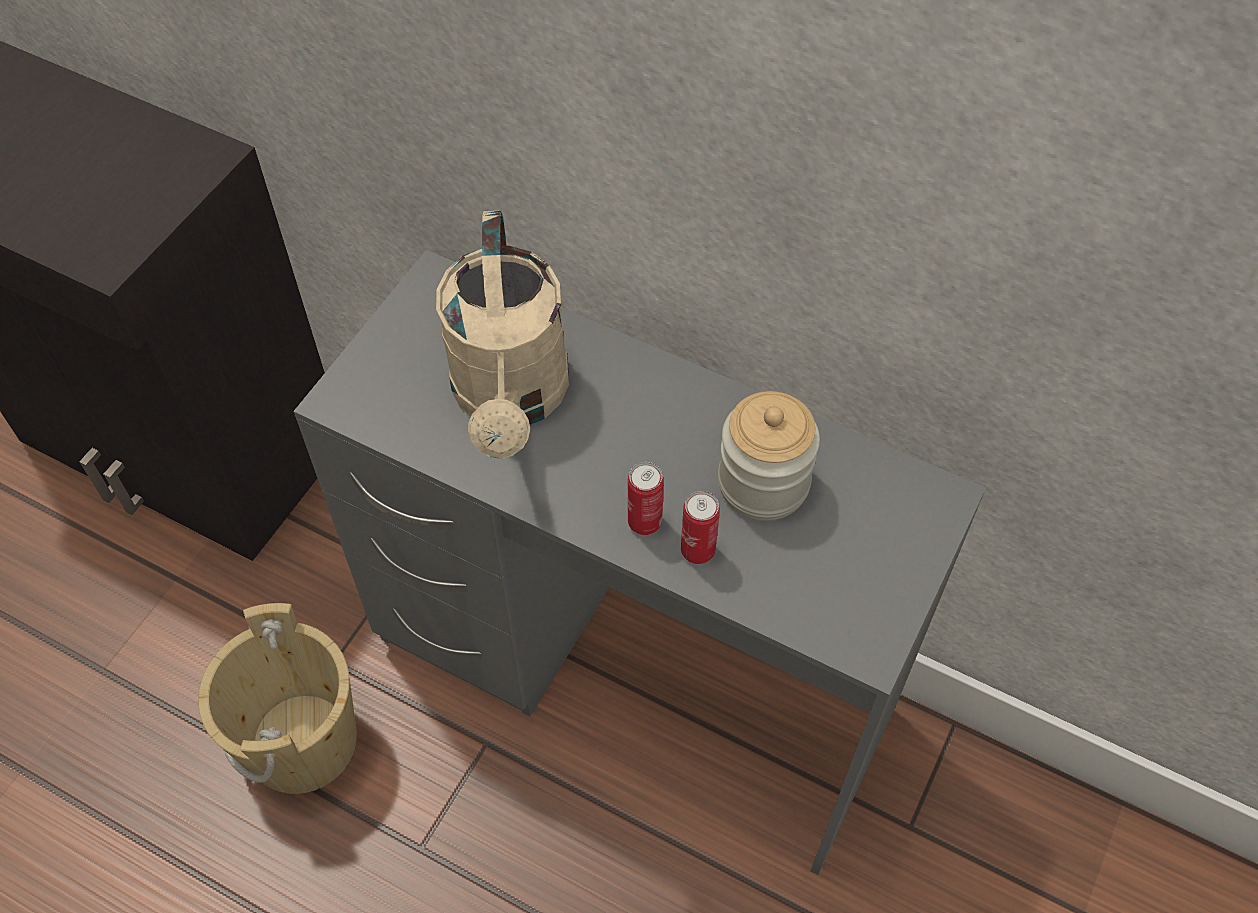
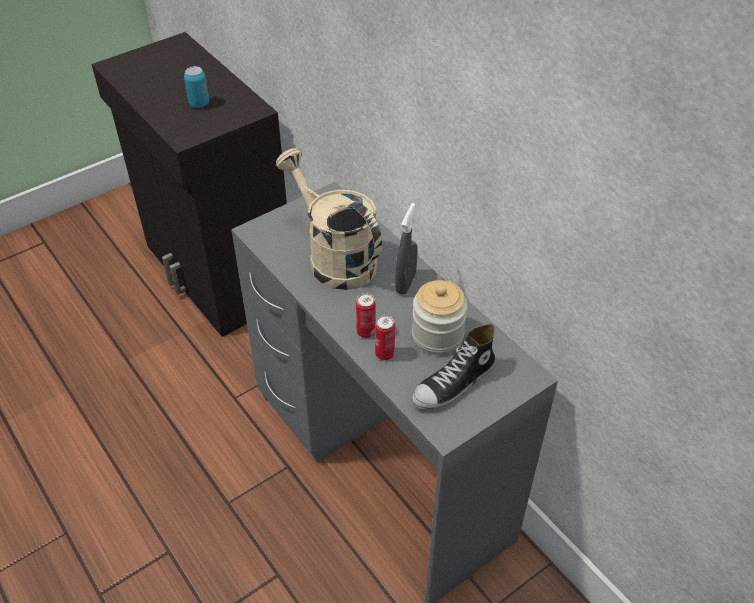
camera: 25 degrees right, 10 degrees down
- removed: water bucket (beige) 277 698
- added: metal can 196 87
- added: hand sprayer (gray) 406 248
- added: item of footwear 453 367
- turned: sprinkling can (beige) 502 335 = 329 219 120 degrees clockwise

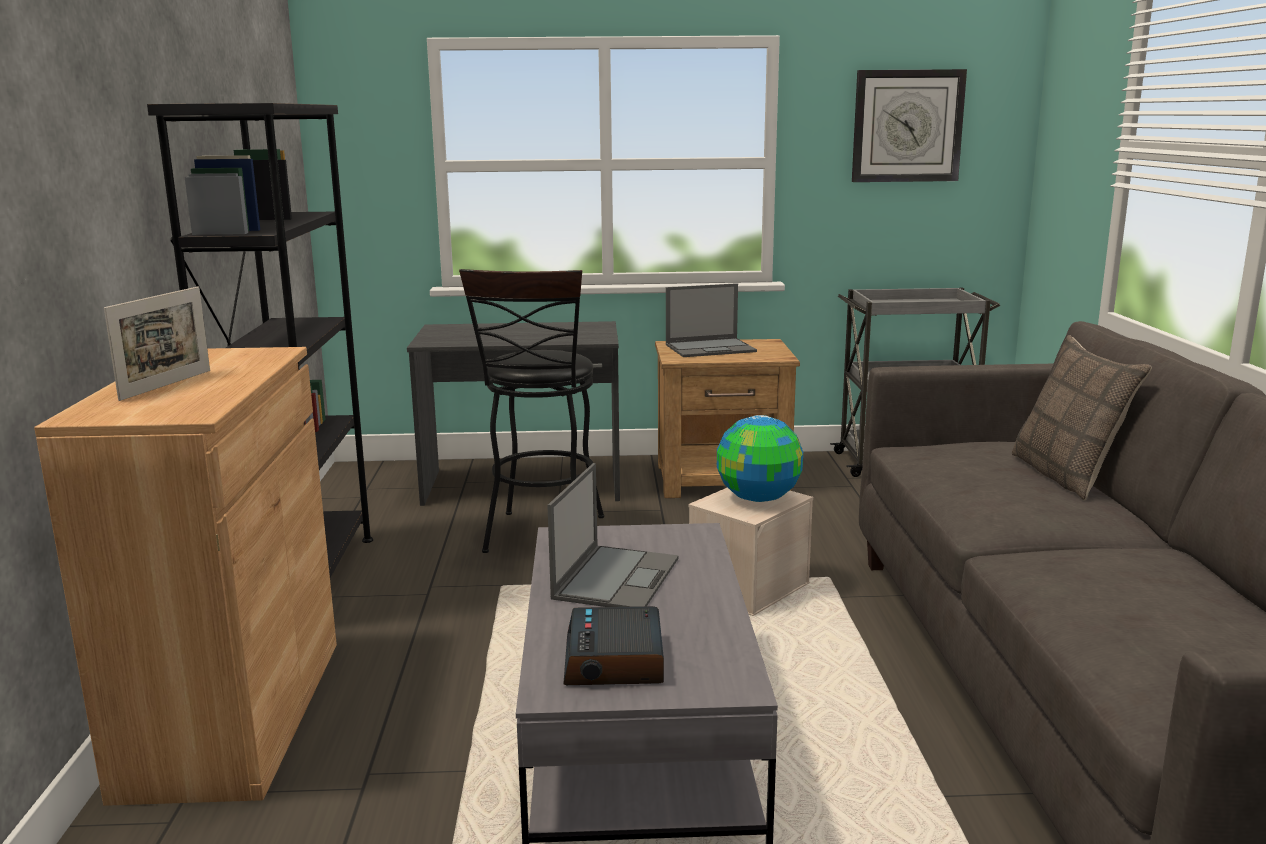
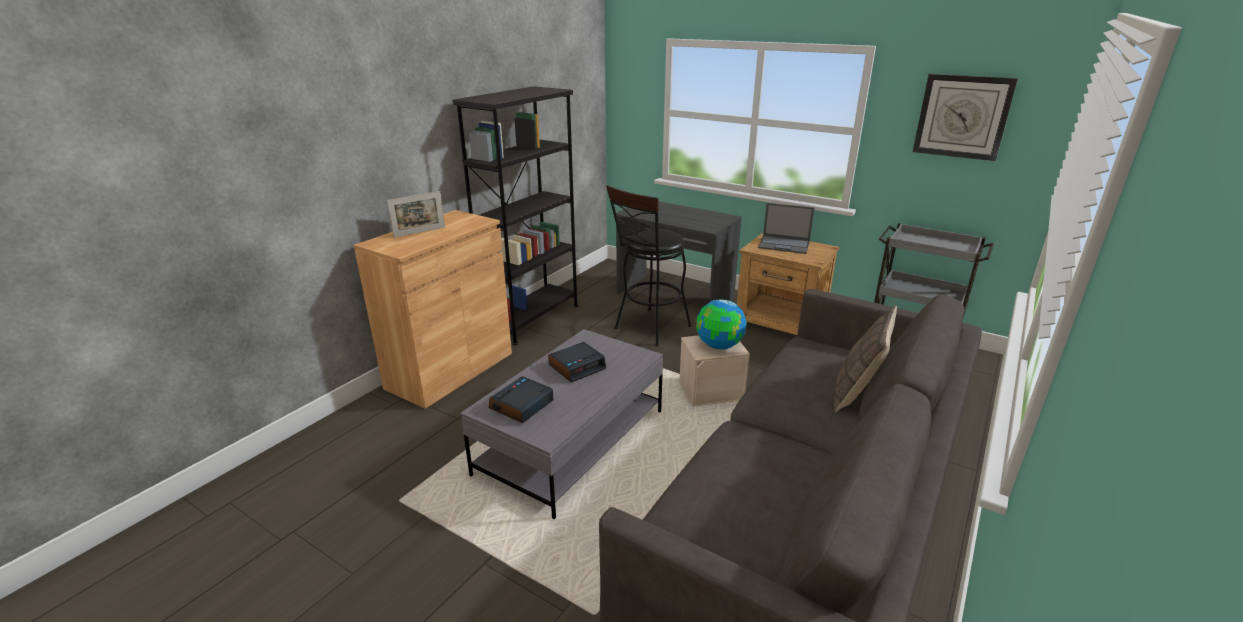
camera: 35 degrees right, 10 degrees up
- replaced: laptop 612 535 to table clock 577 362

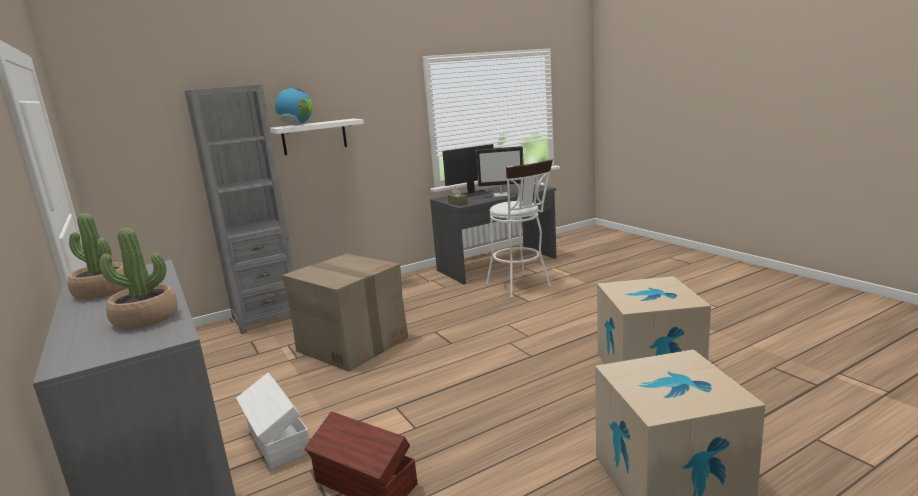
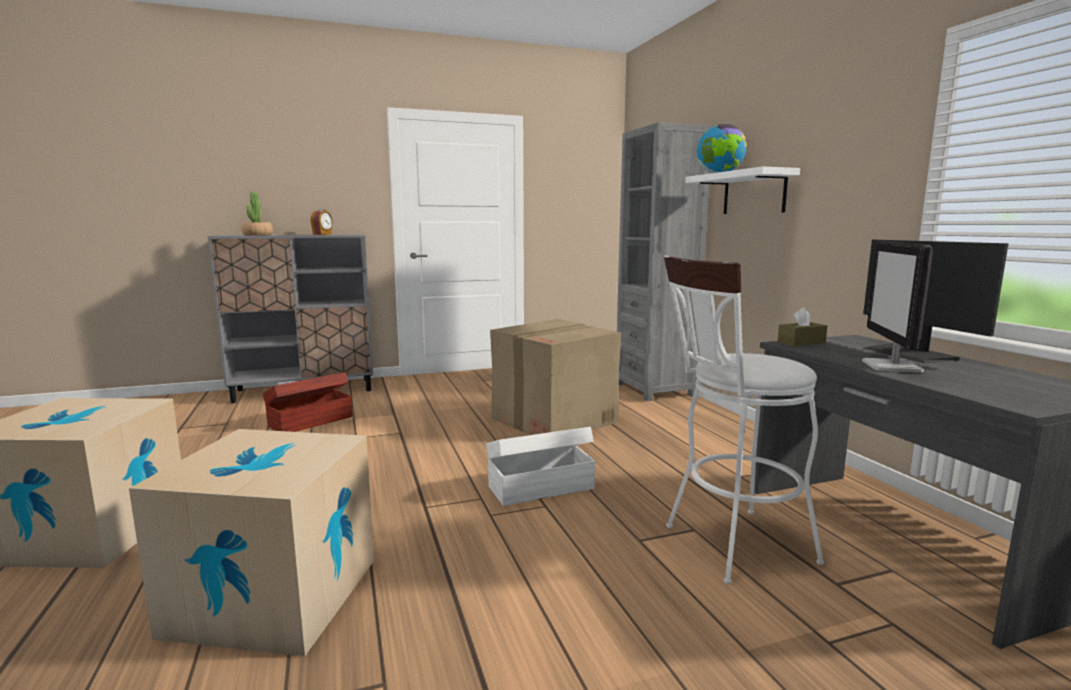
camera: 100 degrees right, 5 degrees down
- moved: storage bin (whitish) 272 421 to 540 466
- replaced: potted plant 97 256 to table clock 321 222

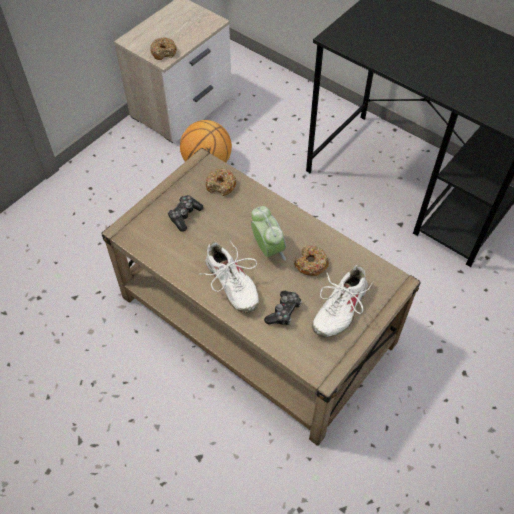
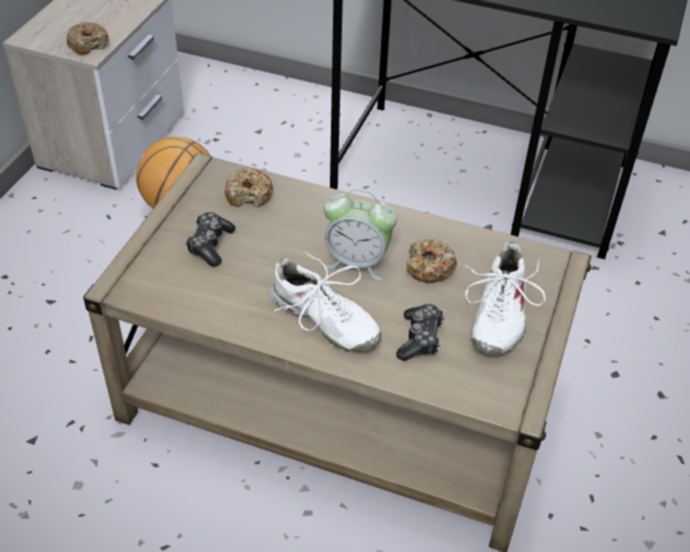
camera: 20 degrees left, 10 degrees down
- turned: table clock 268 233 = 361 234 150 degrees clockwise

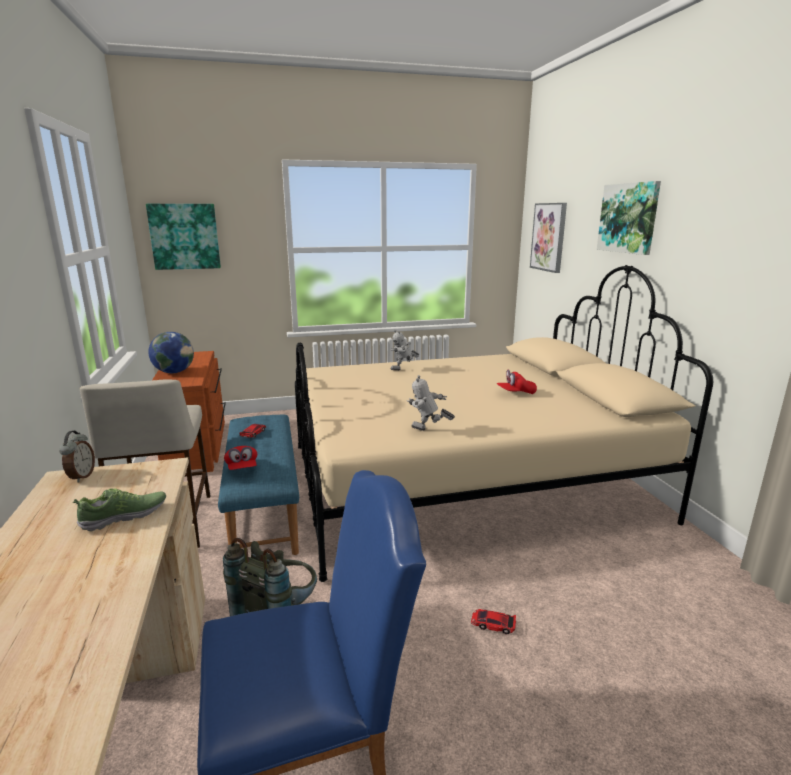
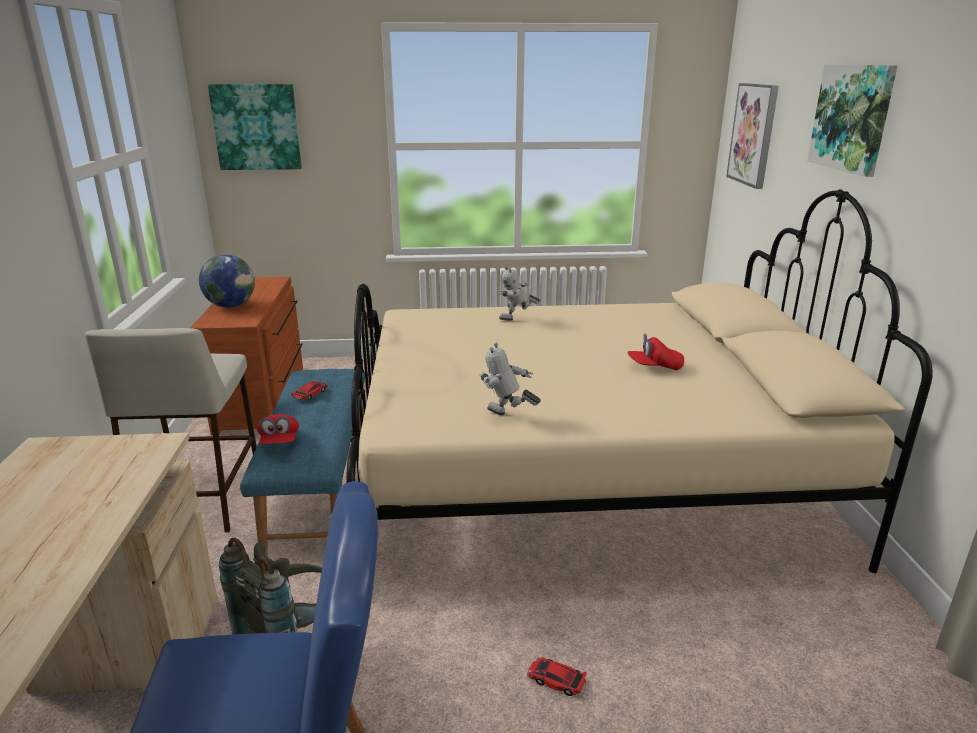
camera: 10 degrees right, 5 degrees up
- removed: table clock 77 457
- removed: item of footwear 119 509

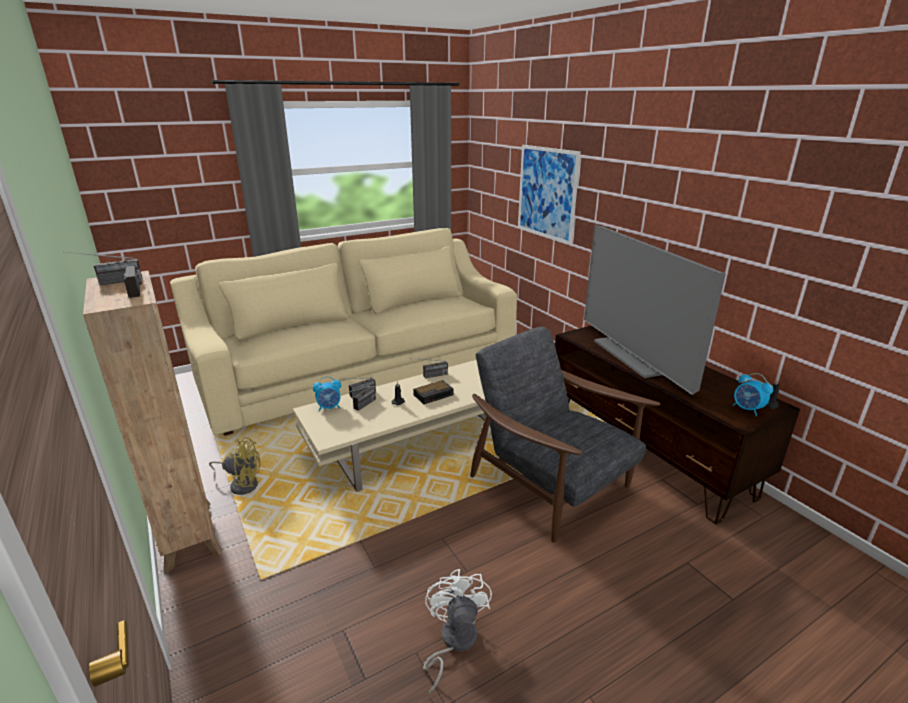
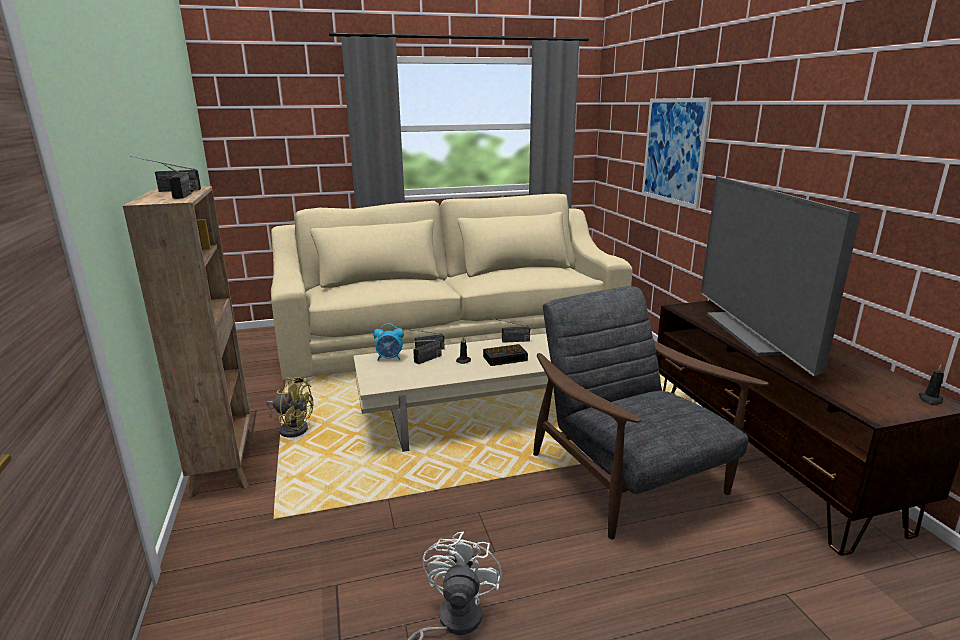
camera: 15 degrees right, 5 degrees down
- removed: table clock 752 394

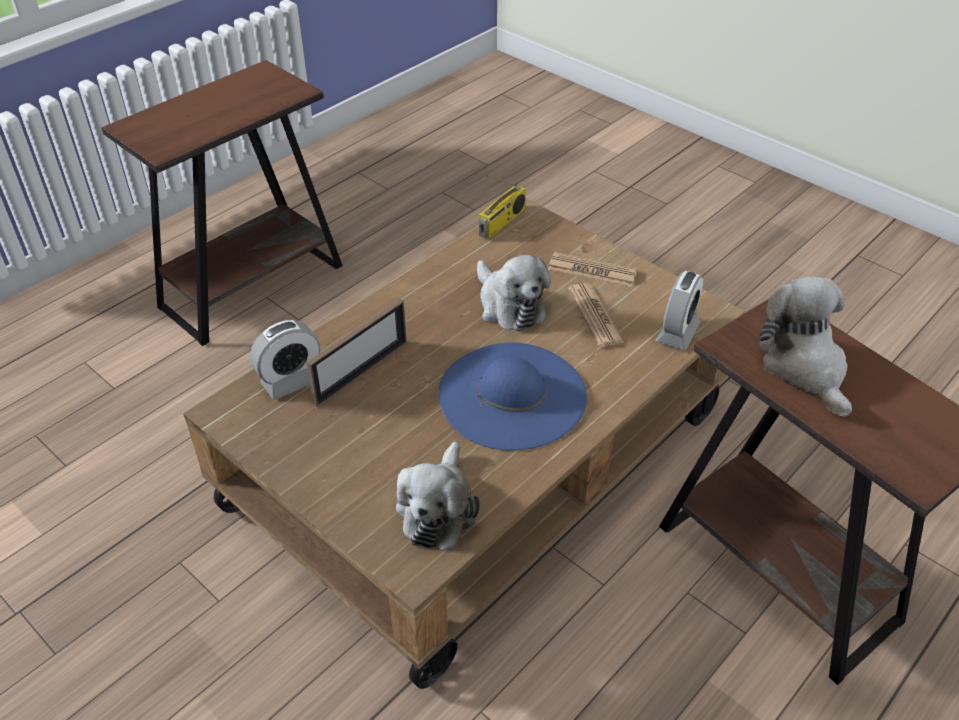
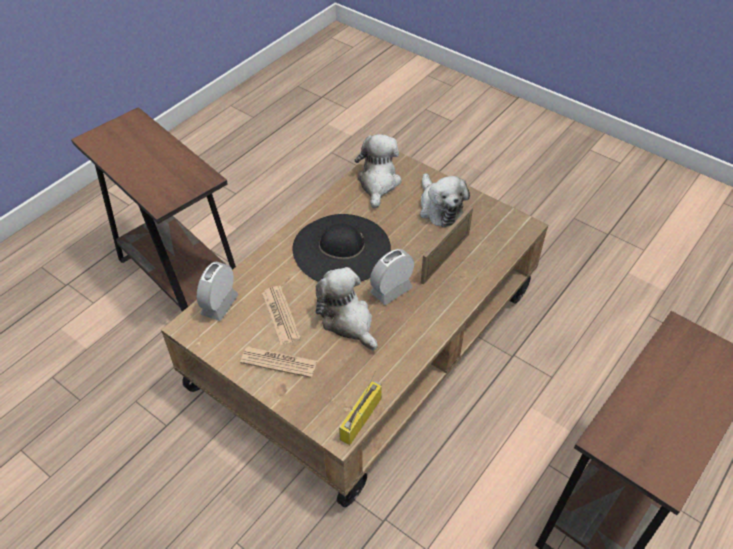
camera: 175 degrees right, 5 degrees up
- moved: table clock 285 360 to 392 277
- moved: plush toy 805 347 to 445 200
- recoloured: hat (bluish) 512 396 to hat (black) 341 248

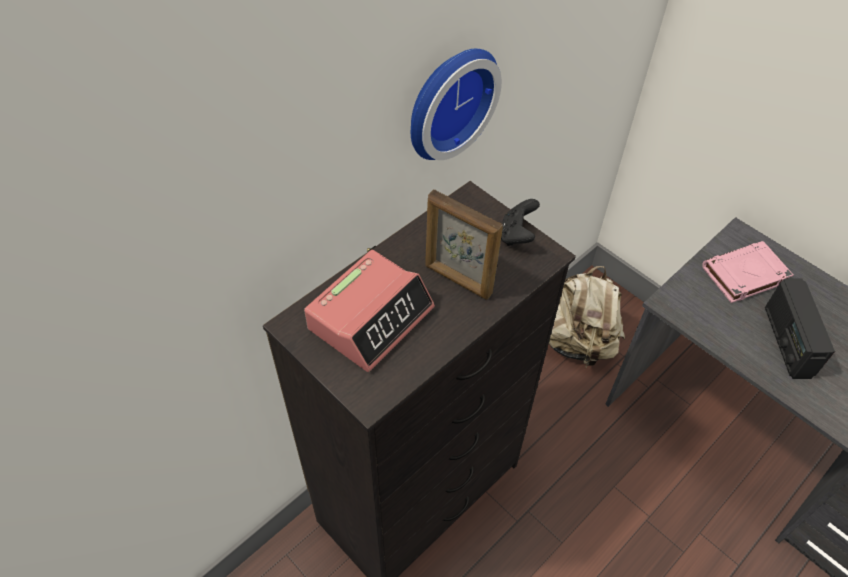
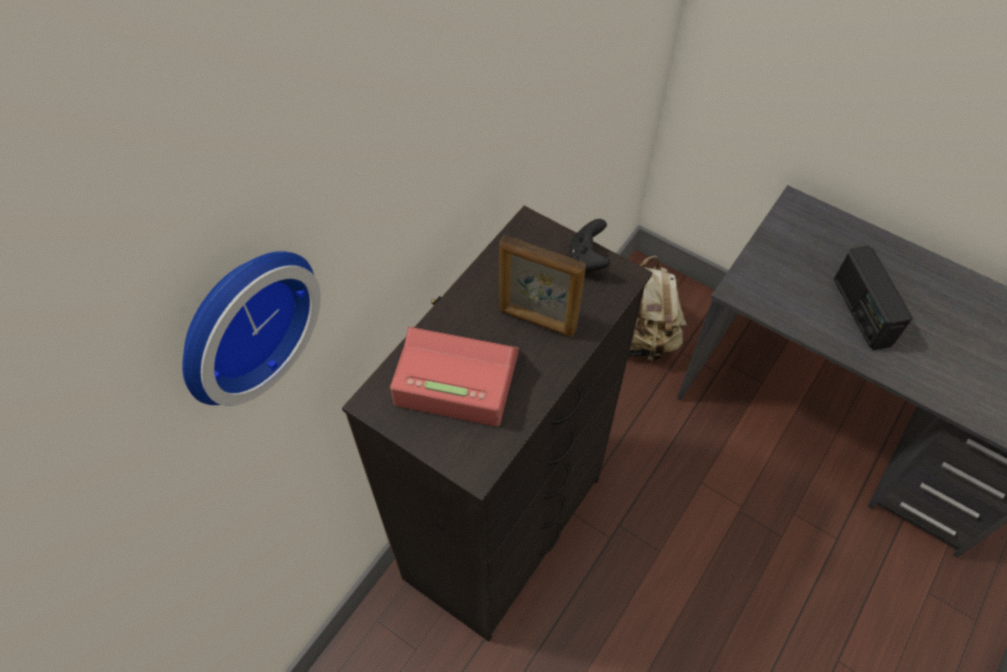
camera: 10 degrees left, 5 degrees up
- removed: bound book (pink-coloured) 747 272
- moved: wall clock 456 104 to 251 328
- turned: table clock 369 311 = 454 376 105 degrees counterclockwise

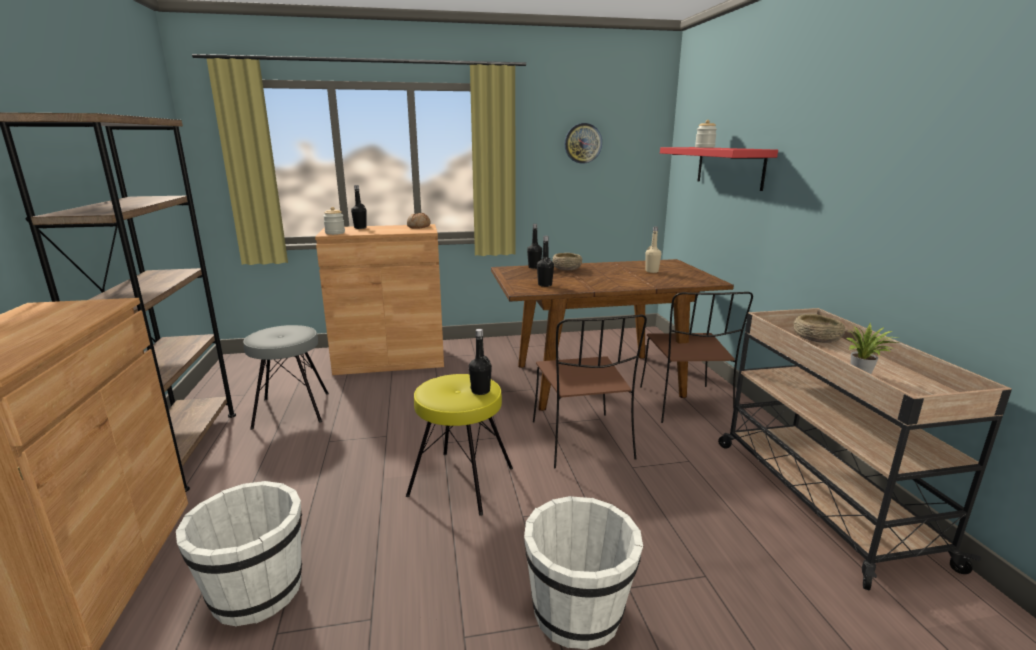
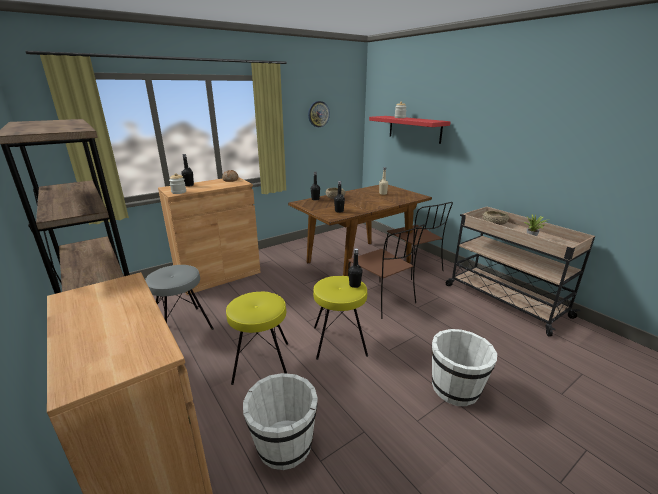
camera: 25 degrees left, 5 degrees up
- added: stool seat (yellow) 257 338

